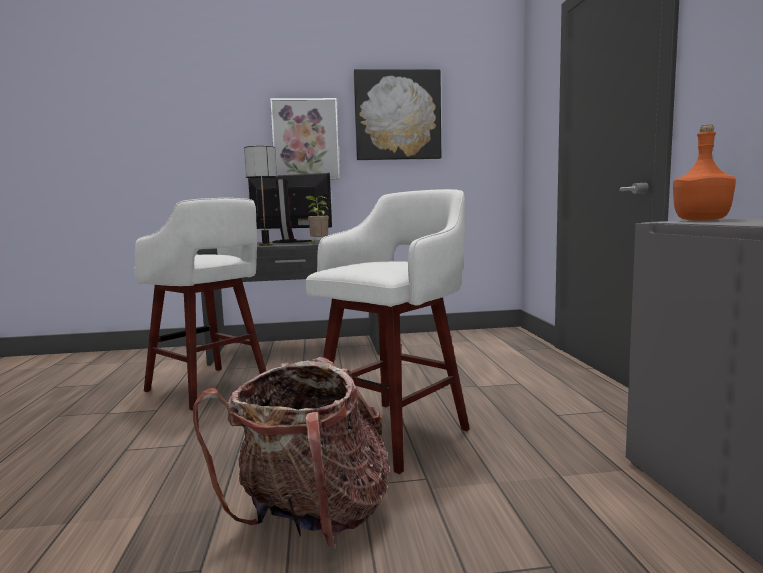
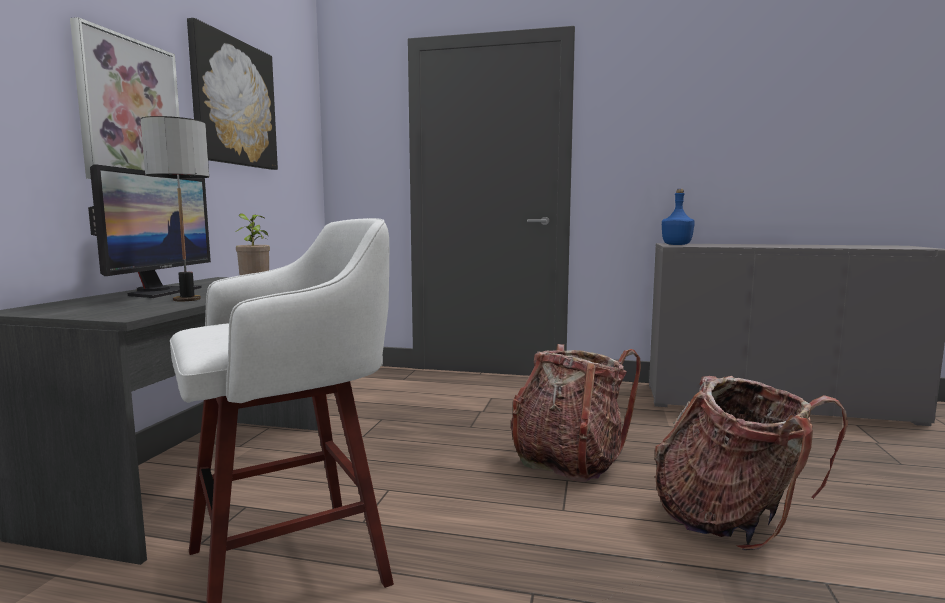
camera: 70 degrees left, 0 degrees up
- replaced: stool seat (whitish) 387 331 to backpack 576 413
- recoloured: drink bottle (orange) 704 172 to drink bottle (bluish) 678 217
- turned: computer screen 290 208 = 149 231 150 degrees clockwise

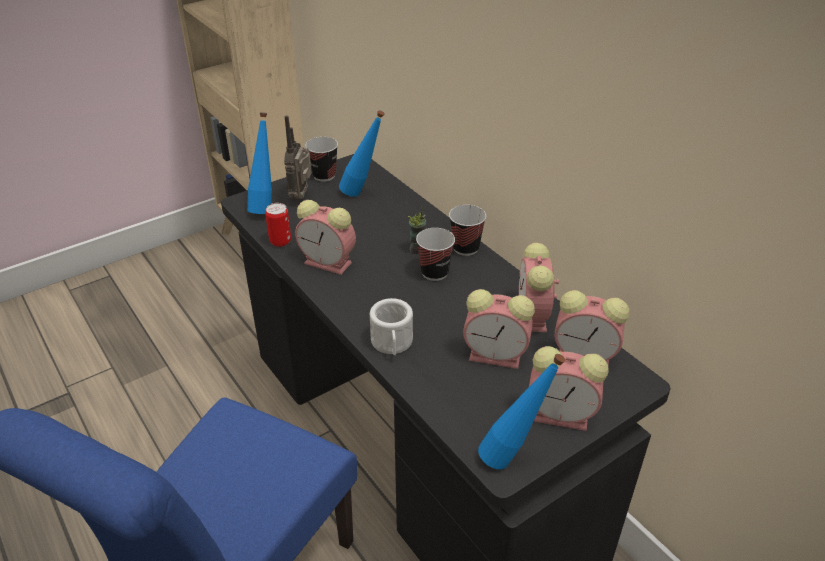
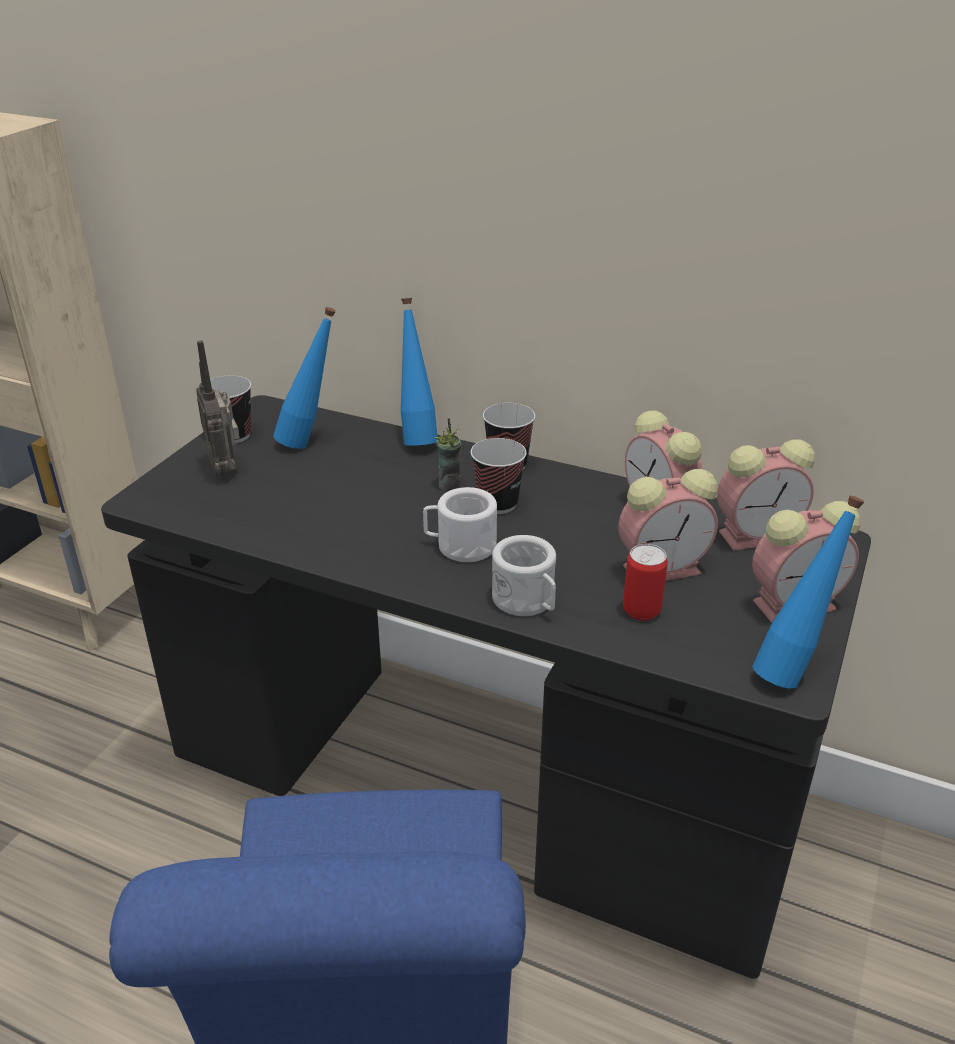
camera: 30 degrees left, 5 degrees down
- removed: table clock 325 237
- added: coffee mug (whitish) 460 524
- moved: drink bottle (bluish) 259 163 to 419 372
- moved: metal can 278 225 to 645 582

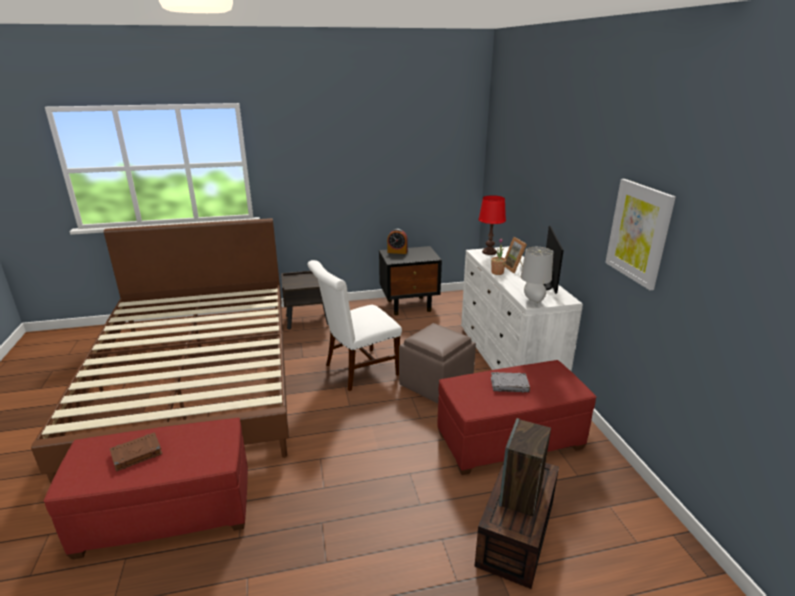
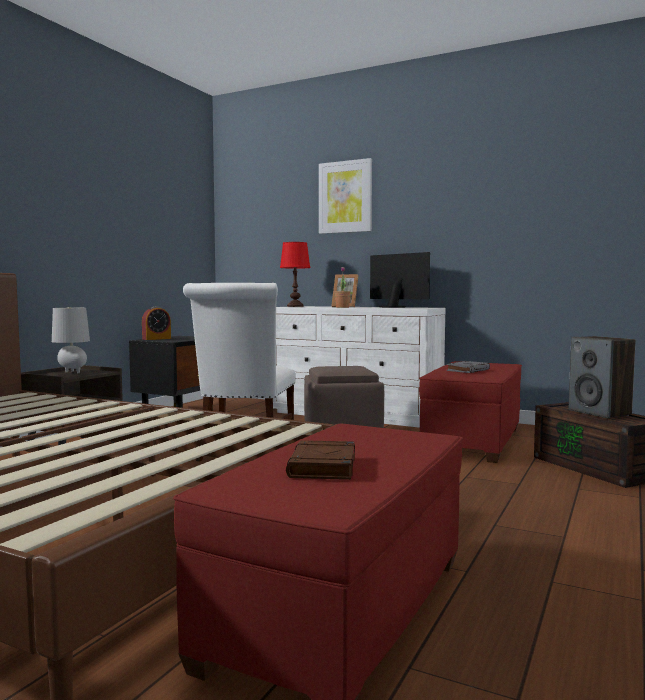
camera: 50 degrees left, 20 degrees down
- moved: table lamp (gray) 537 277 to 71 340
- moved: picture 640 234 to 345 196

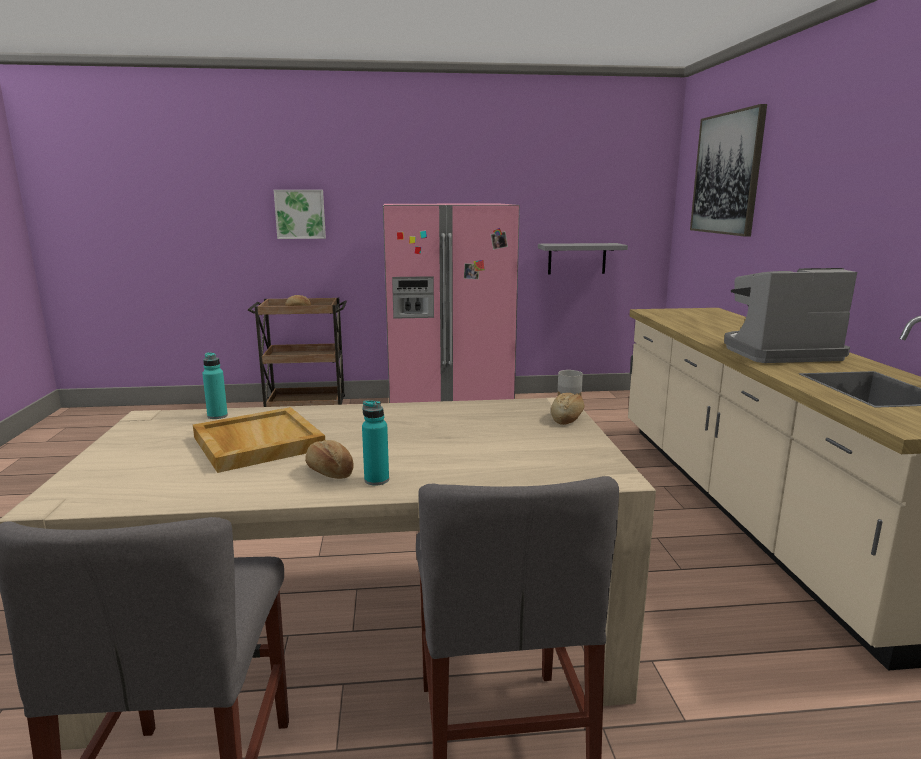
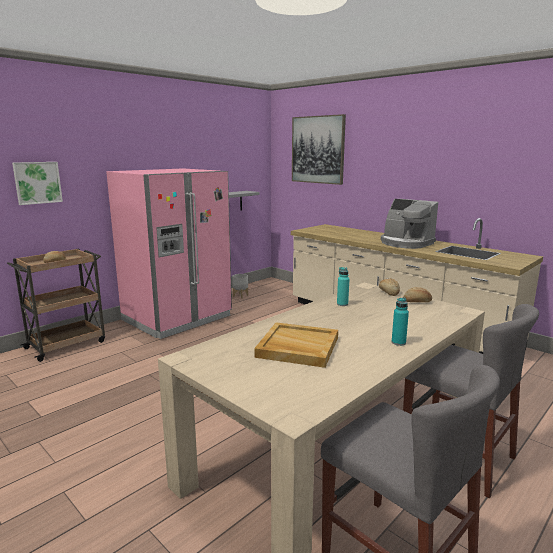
camera: 40 degrees left, 0 degrees up
- moved: drink bottle (turquoise-coloured) 215 385 to 343 286
- moved: baked bread 329 459 to 417 294
- turned: coffee brewer 790 315 = 409 224 90 degrees counterclockwise

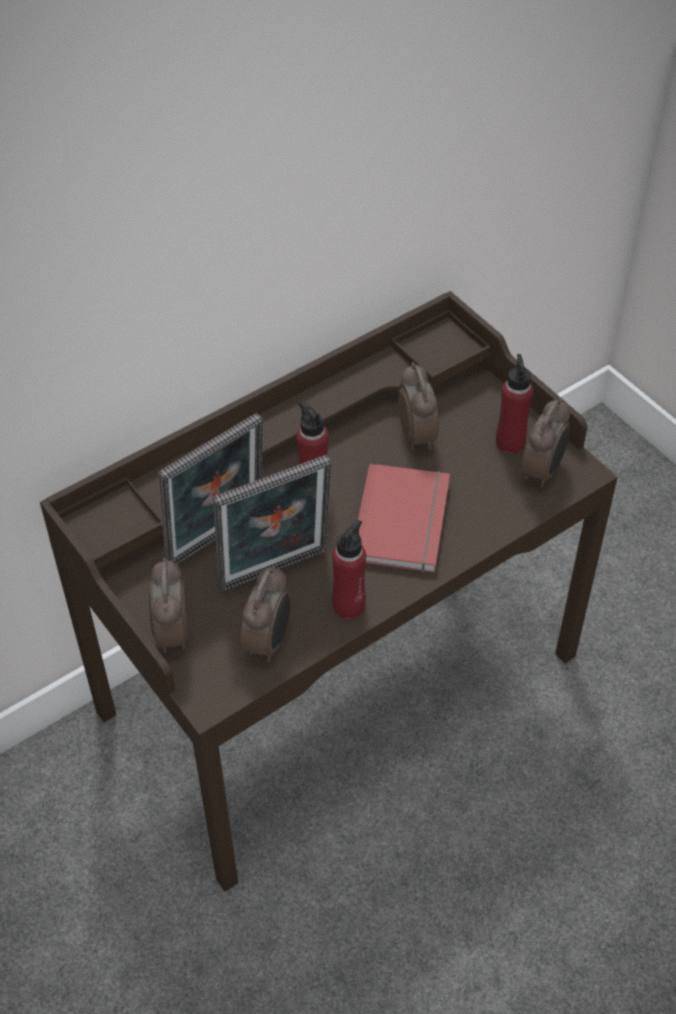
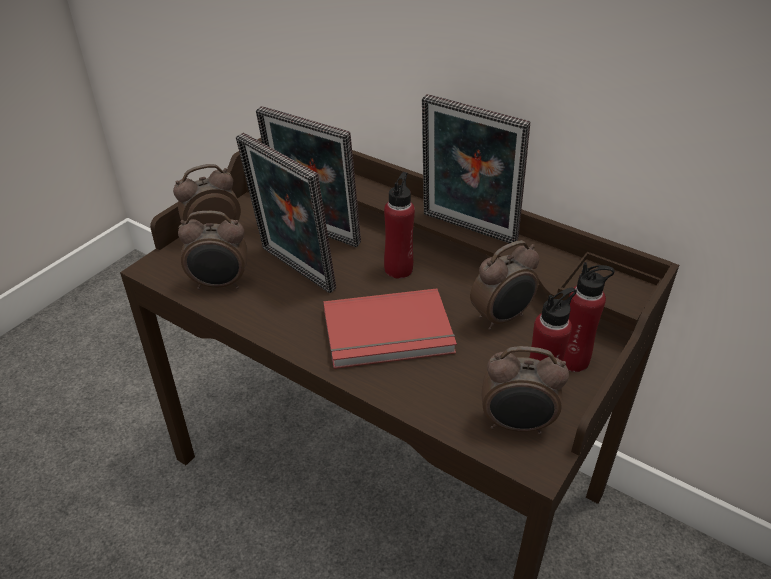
camera: 70 degrees right, 10 degrees down
- added: standing frame 476 168
- moved: drink bottle (red) 349 569 to 588 317

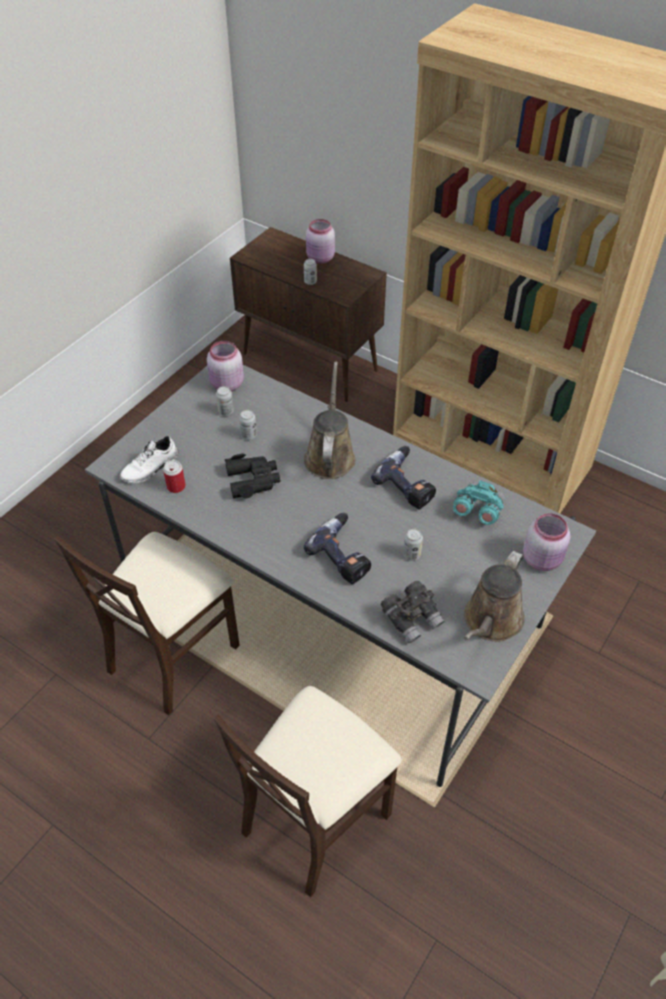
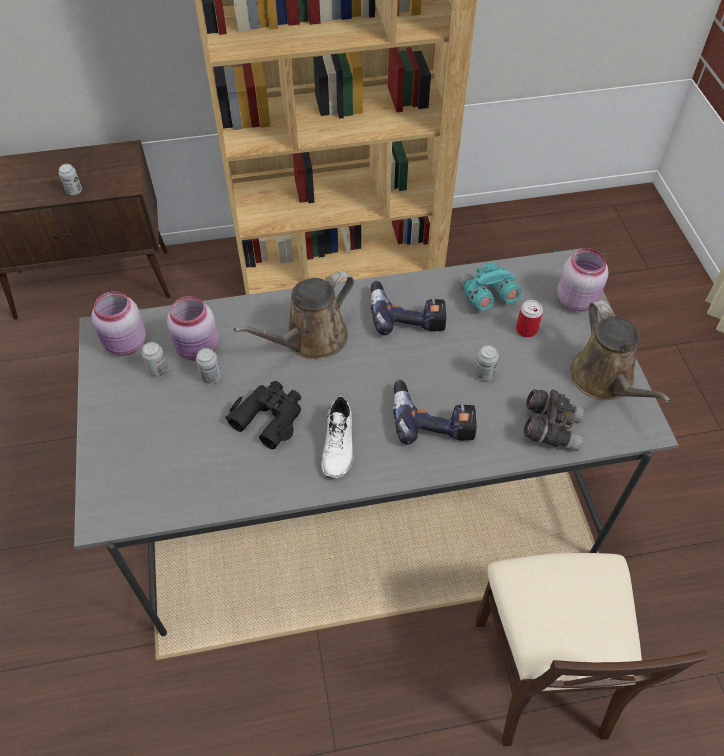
camera: 45 degrees left, 5 degrees up
- removed: upright chair (beige) 147 623
- moved: item of footwear (whitish) 149 459 to 337 437
- moved: metal can 174 476 to 529 319
- moved: jar (pink-coloured) 320 241 to 193 328
- turned: sprinkling can (brown) 330 420 = 294 315 90 degrees counterclockwise

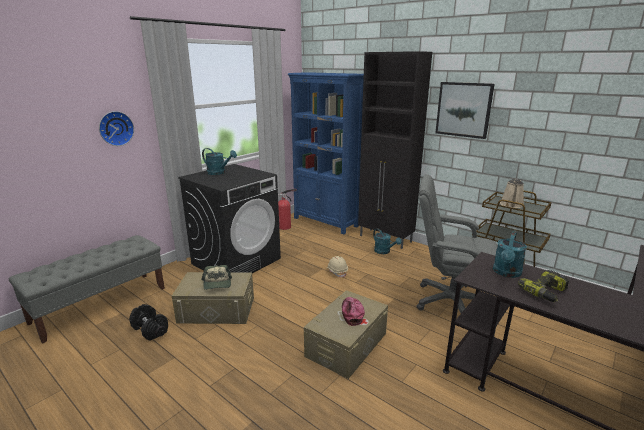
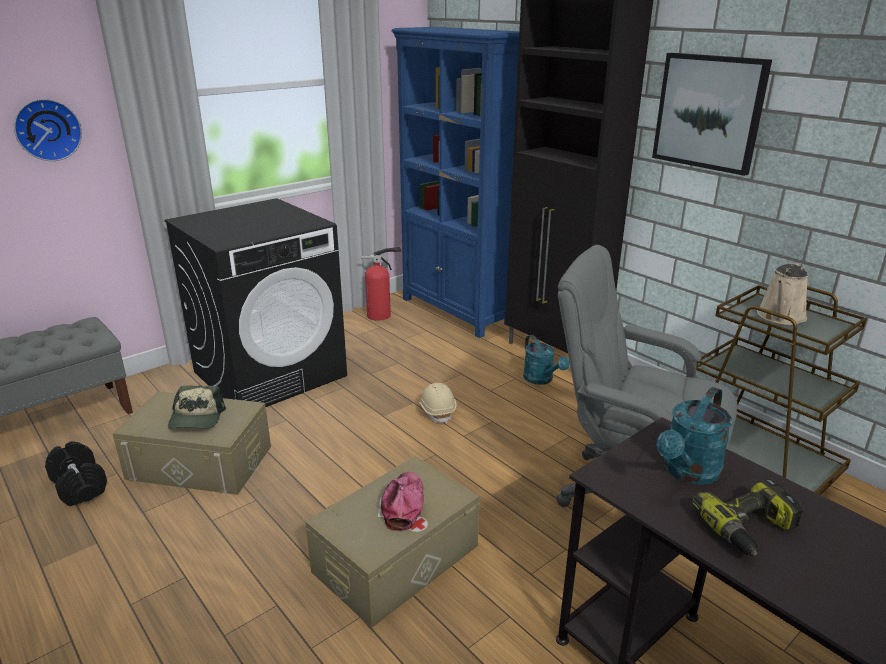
camera: 10 degrees right, 5 degrees up
- removed: sprinkling can (turquoise-coloured) 219 161

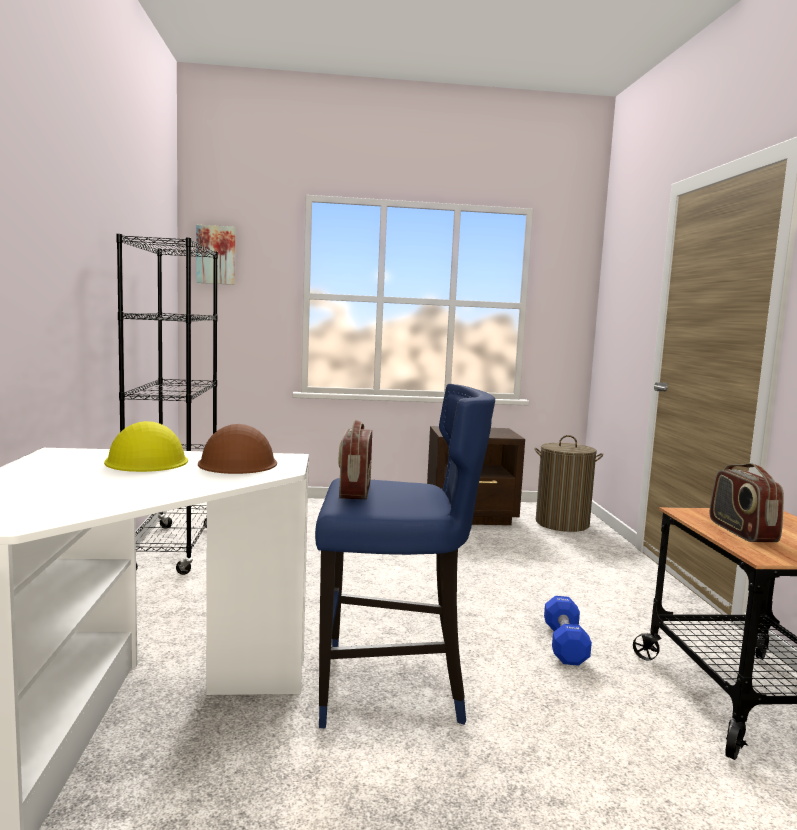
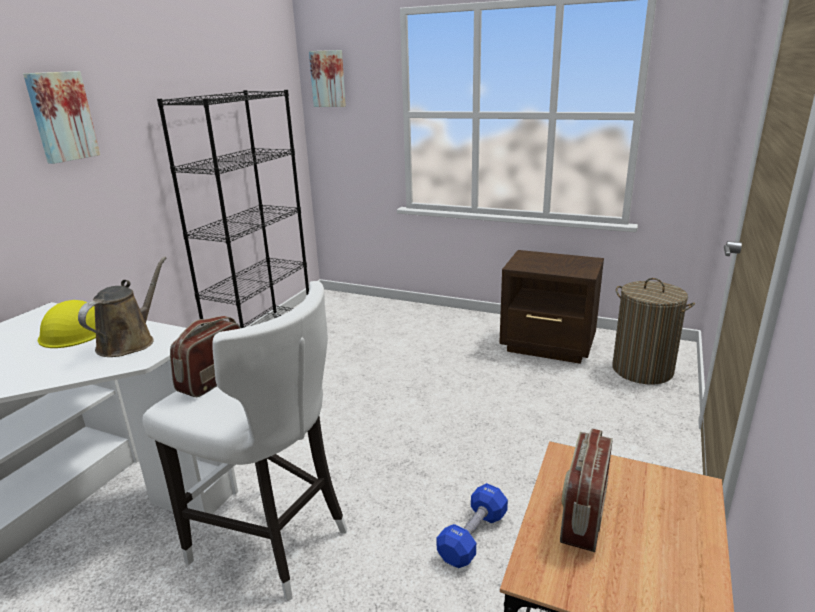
camera: 30 degrees right, 15 degrees up
- added: picture 61 117
- replaced: safety helmet (brown) 237 449 to sprinkling can (brown) 122 307
- recoloured: stool seat (bluish) 405 556 to stool seat (whitish) 245 441

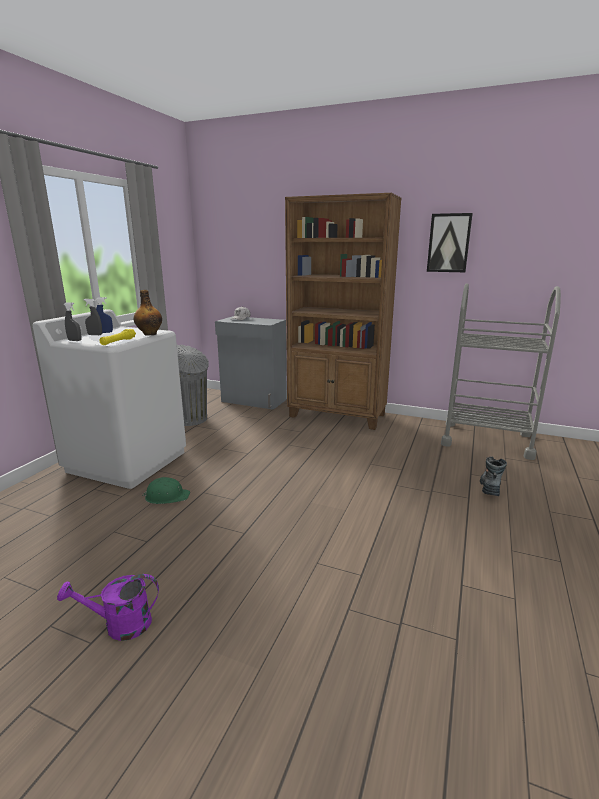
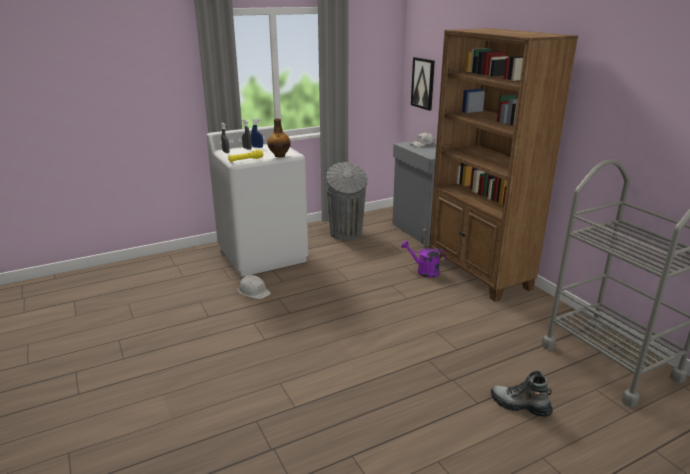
camera: 40 degrees right, 5 degrees up
- moved: sprinkling can (purple-coloured) 108 607 to 423 259
- moved: picture 450 242 to 423 84
- recoloured: safety helmet (green) 166 490 to safety helmet (whitish) 254 287
- turned: high-top boot 493 476 = 522 393 120 degrees counterclockwise

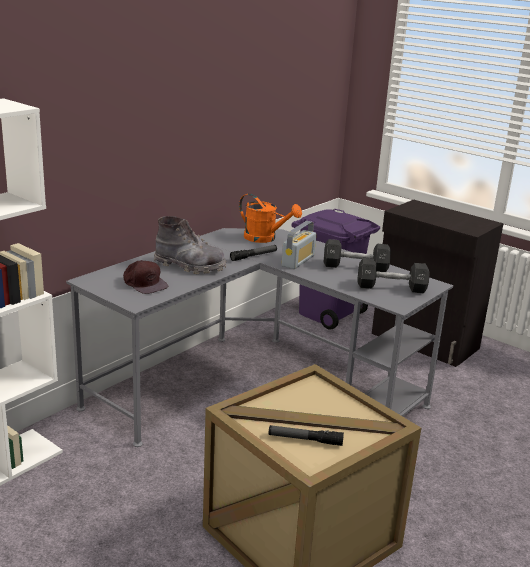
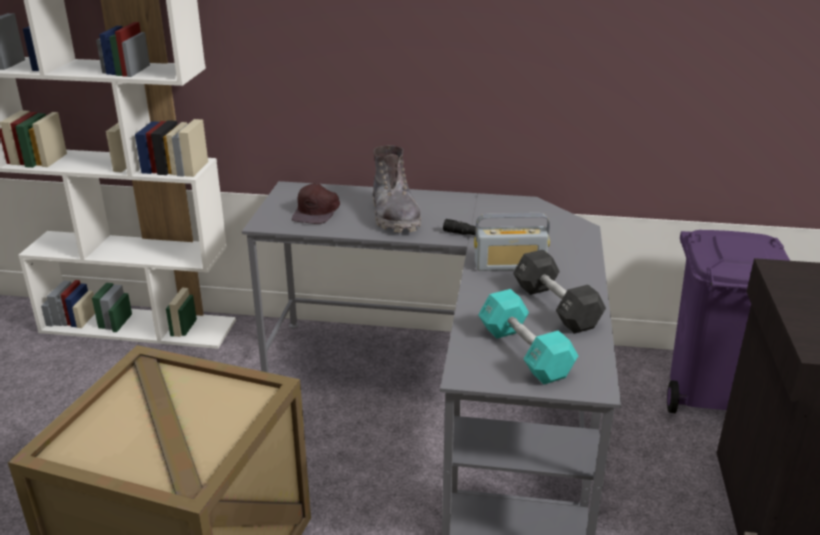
camera: 60 degrees right, 5 degrees up
- removed: sprinkling can (orange) 270 218
- removed: flashlight 306 435
- recoloured: hand weight (black) 394 275 to hand weight (turquoise-coloured) 528 337

